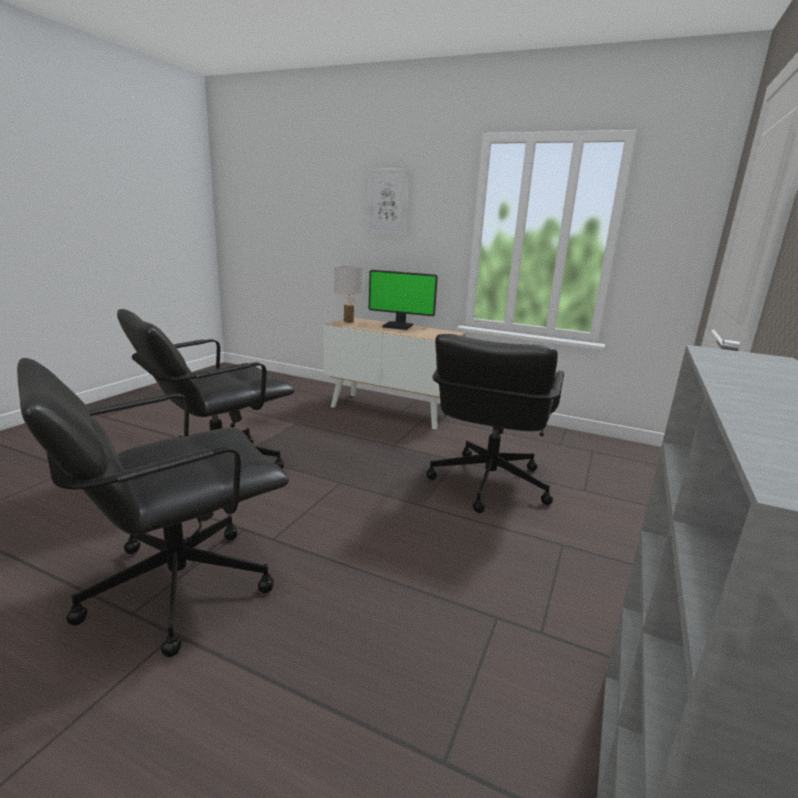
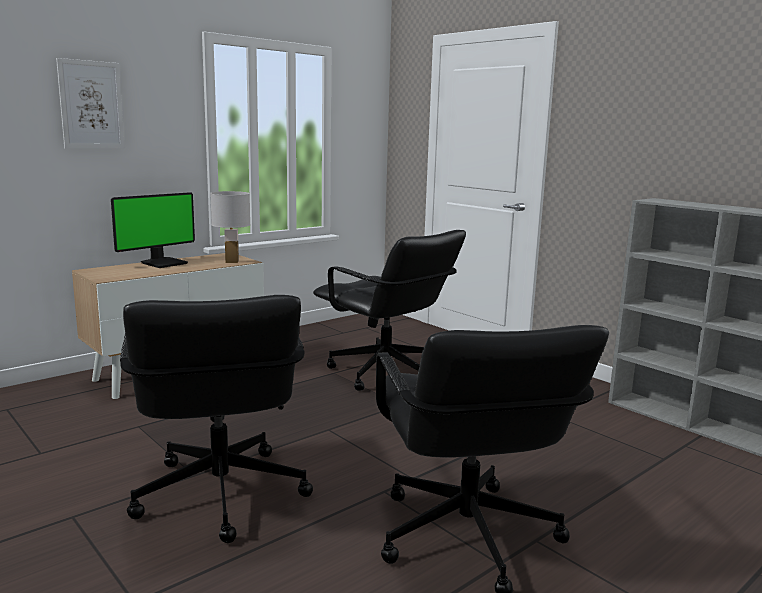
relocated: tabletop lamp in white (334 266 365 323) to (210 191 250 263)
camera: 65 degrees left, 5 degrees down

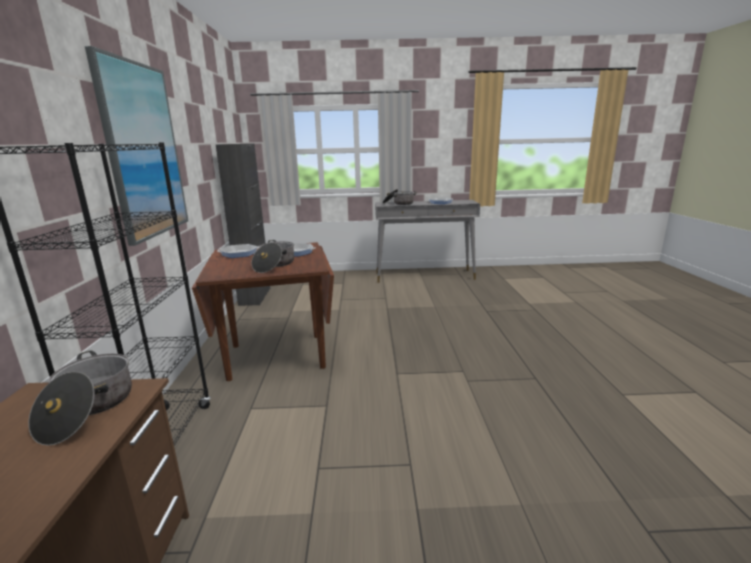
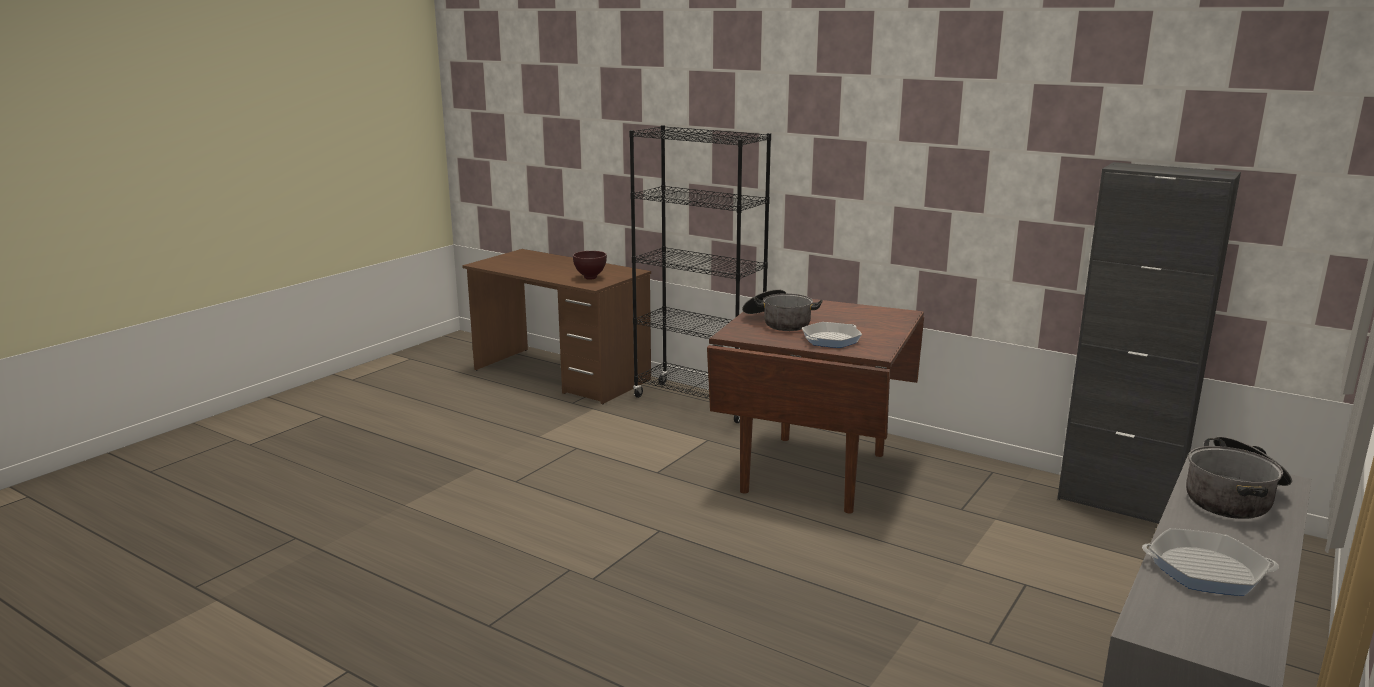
missing: wall art (85 46 188 246); frying pan (217 244 259 258)
exchanged: saucepot (28 350 132 446) to bowl in brown (573 251 607 280)
camera: 125 degrees right, 0 degrees up

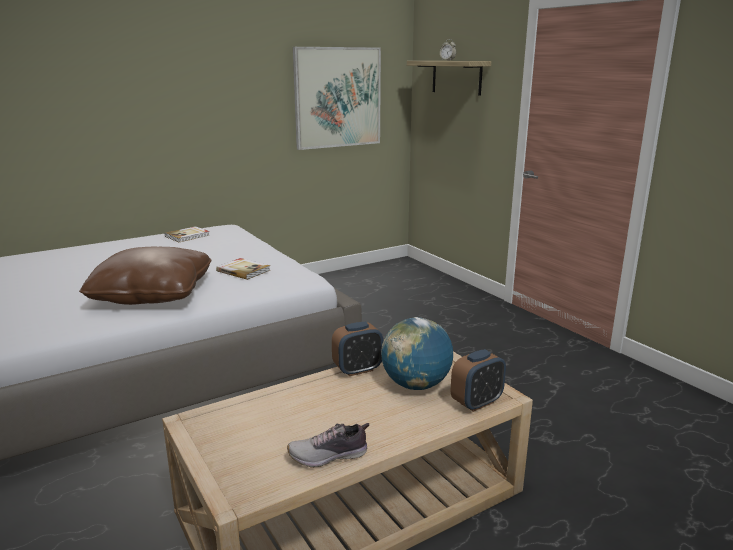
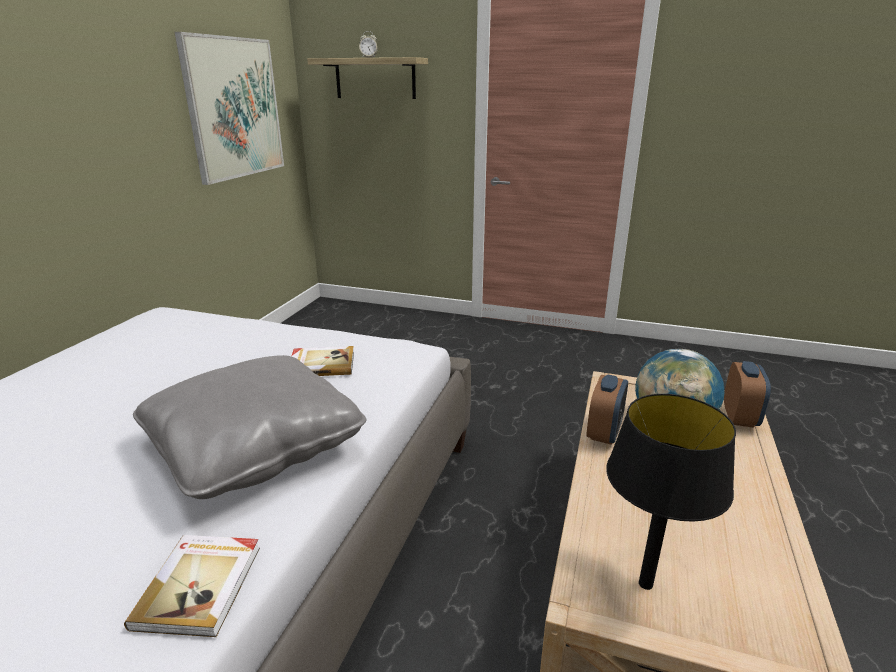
missing: shoe (287 423 369 468)
appeared: tabletop lamp in black (606 394 736 590)
relocated: book (165 226 210 242) to (124 535 260 637)
colour: cushion in brown (79 247 212 305) to cushion in greyish (133 355 366 499)
camera: 40 degrees left, 5 degrees up

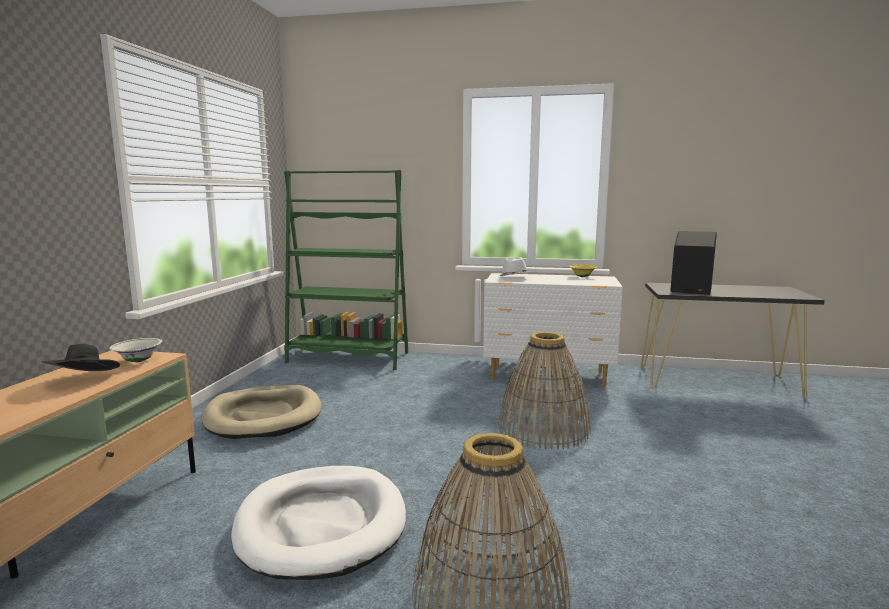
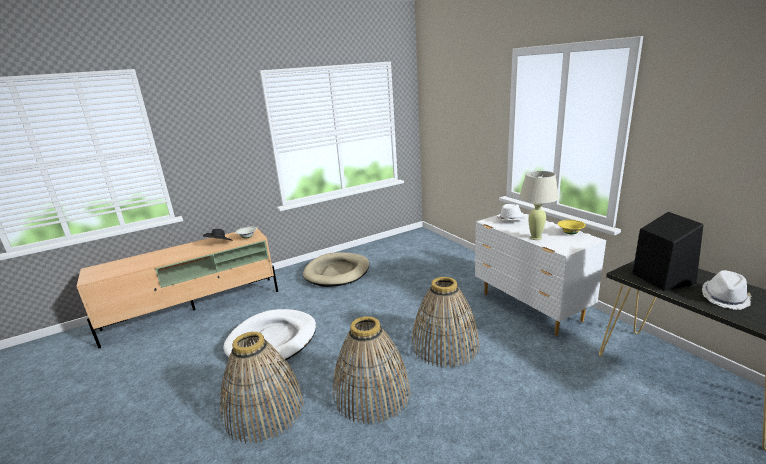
missing: shelving unit in green (284 170 408 370)
appeared: basket (333 316 411 424); tabletop lamp in beige (519 171 559 240); clothing hat in white (702 270 752 310)
camera: 50 degrees right, 10 degrees up

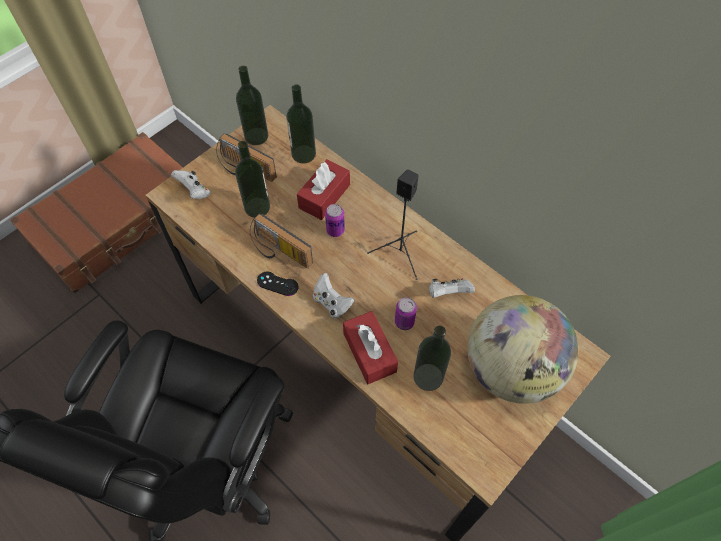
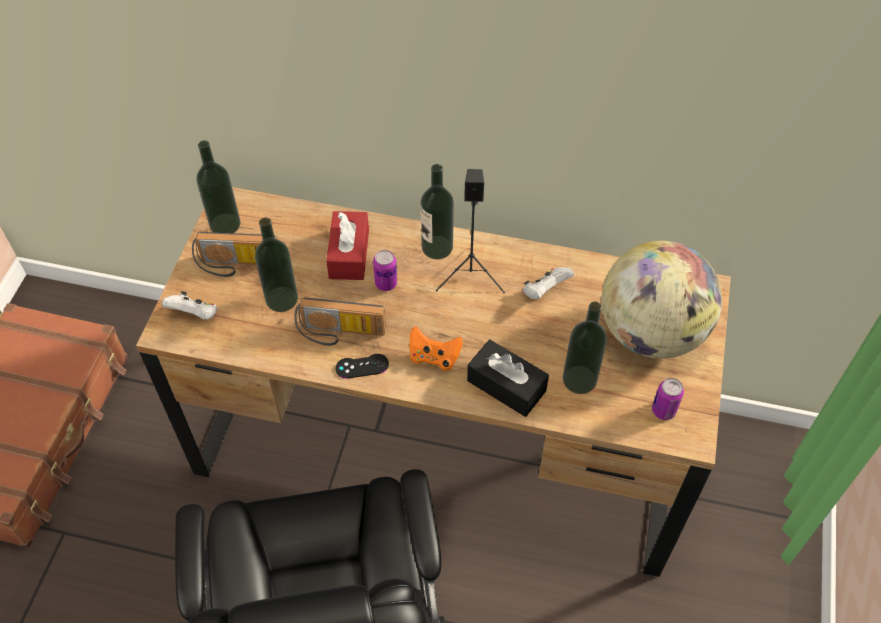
relocated: drink bottle (286 84 316 164) to (421 164 454 259); metal can (395 297 417 330) to (652 378 684 420)
colour: gamepad in white (313 273 354 319) to gamepad in orange (409 326 463 371); tissue box in red-coloured (343 311 398 384) to tissue box in black (467 339 549 417)
camera: 30 degrees left, 5 degrees down

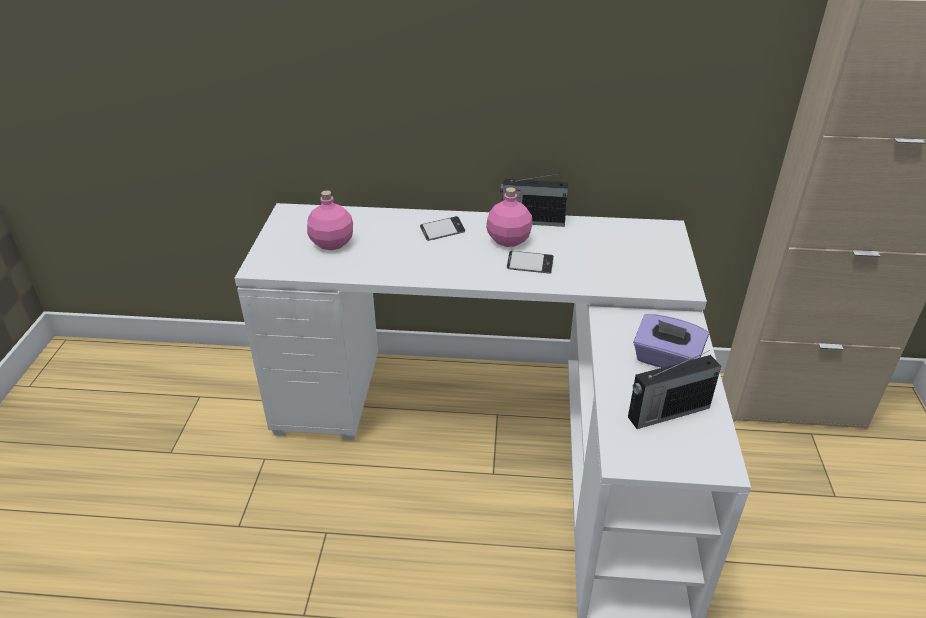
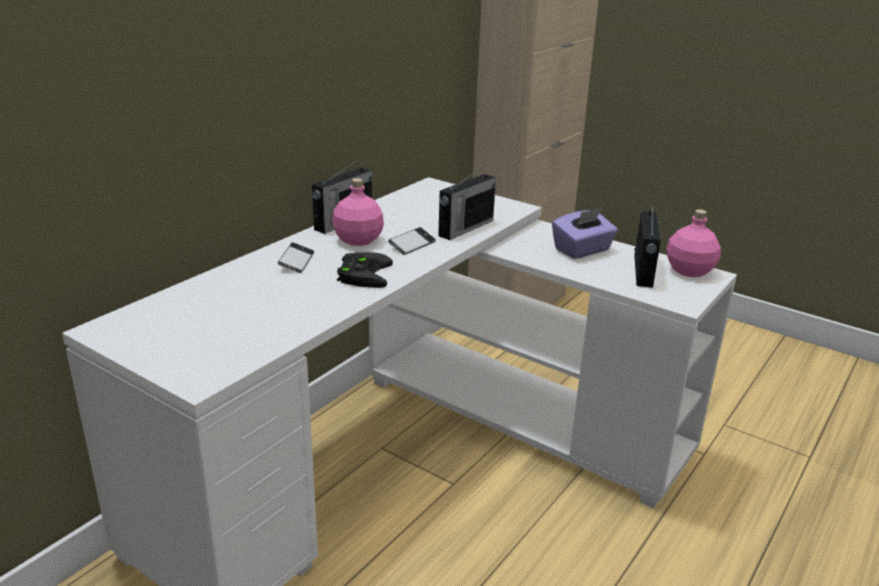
appeared: gamepad in black (337 252 393 288); radio receiver (438 165 496 240)
relocated: drink bottle in pinkish (307 190 353 250) to (667 209 721 277)
camera: 60 degrees left, 10 degrees down

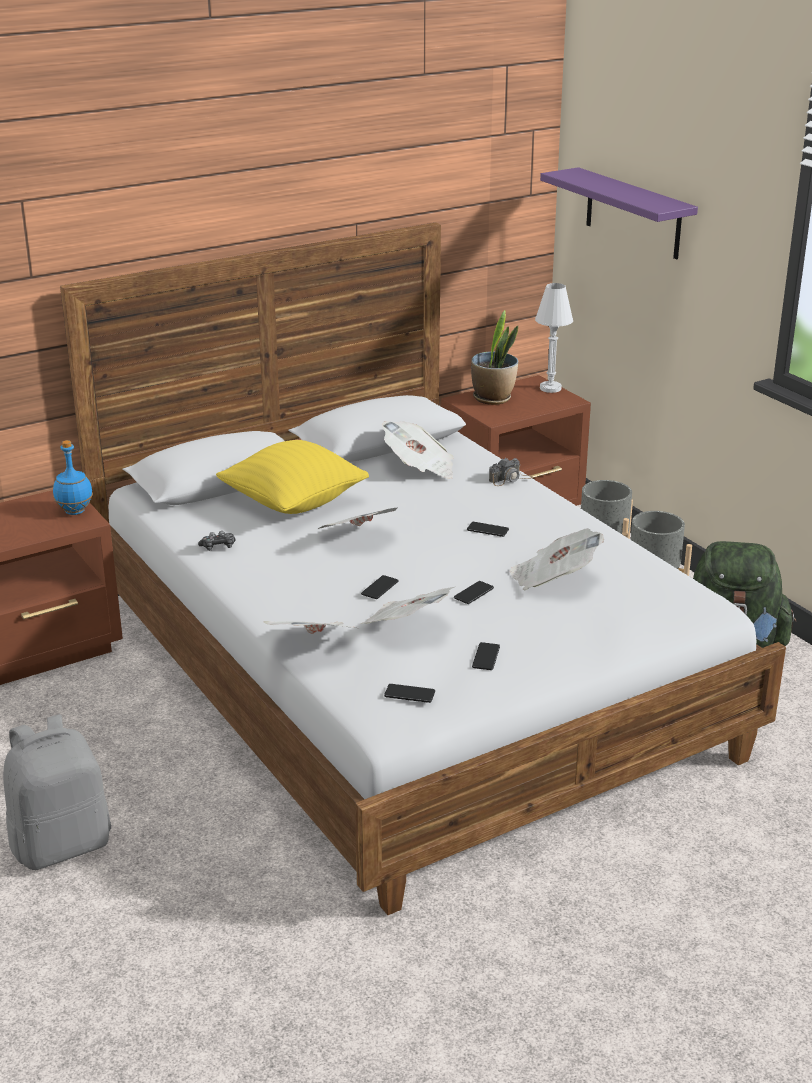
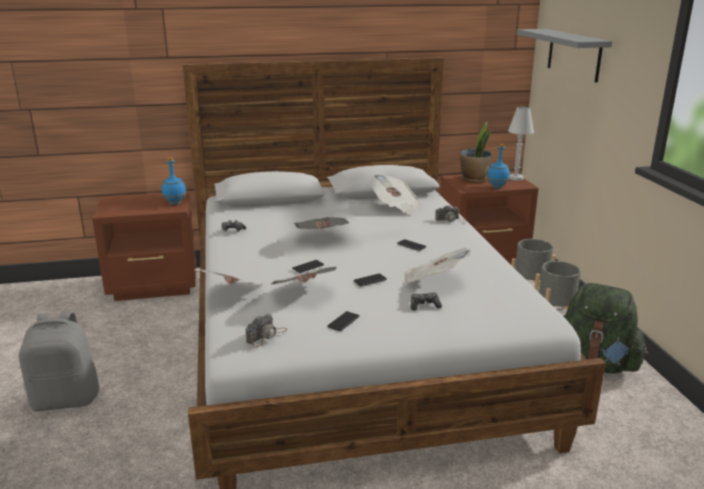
missing: cushion in yellow (216 440 369 514)
appeared: gamepad (411 292 442 311); drink bottle in blue-coloured (487 144 510 188)
exchanged: telephone (384 684 435 703) to photo camera (246 314 287 347)
colour: bracket shelf in purple (540 167 698 259) to bracket shelf in greyish (517 29 612 83)
camera: 20 degrees right, 5 degrees down

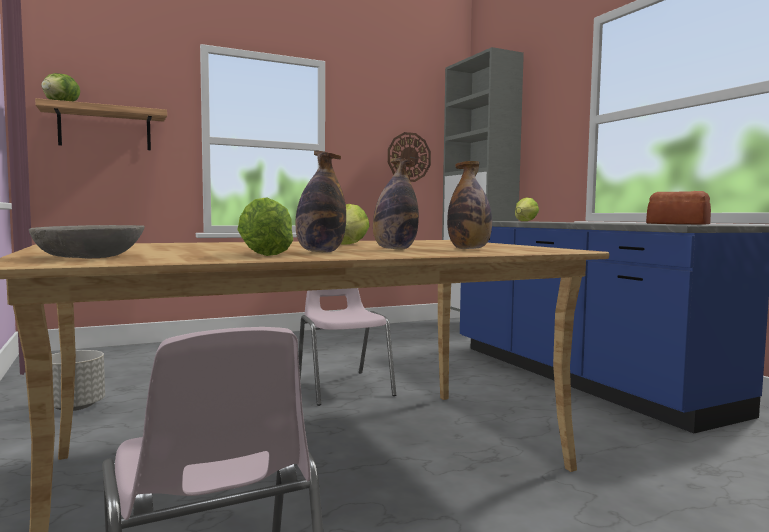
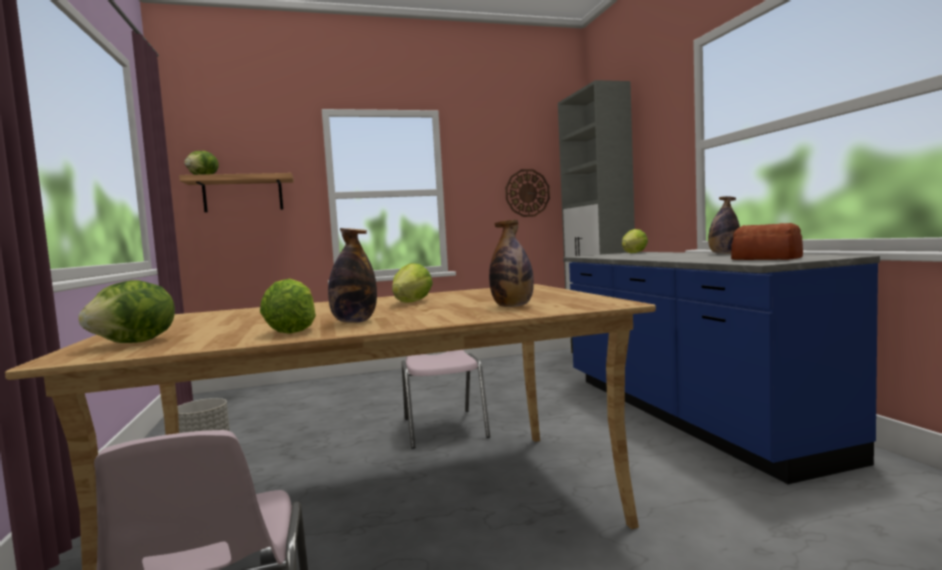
relocated: drink bottle (373 158 419 250) to (708 196 740 254)
exchanged: bowl in greyish (29 225 145 258) to lettuce head (78 280 175 343)
camera: 10 degrees right, 0 degrees up

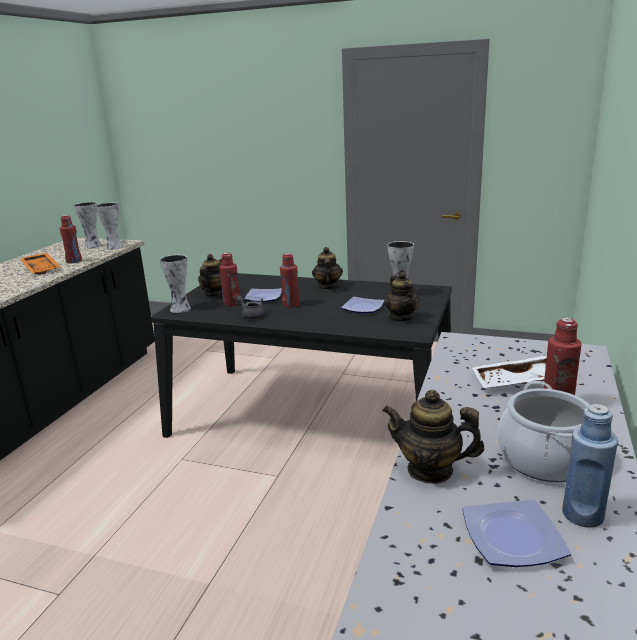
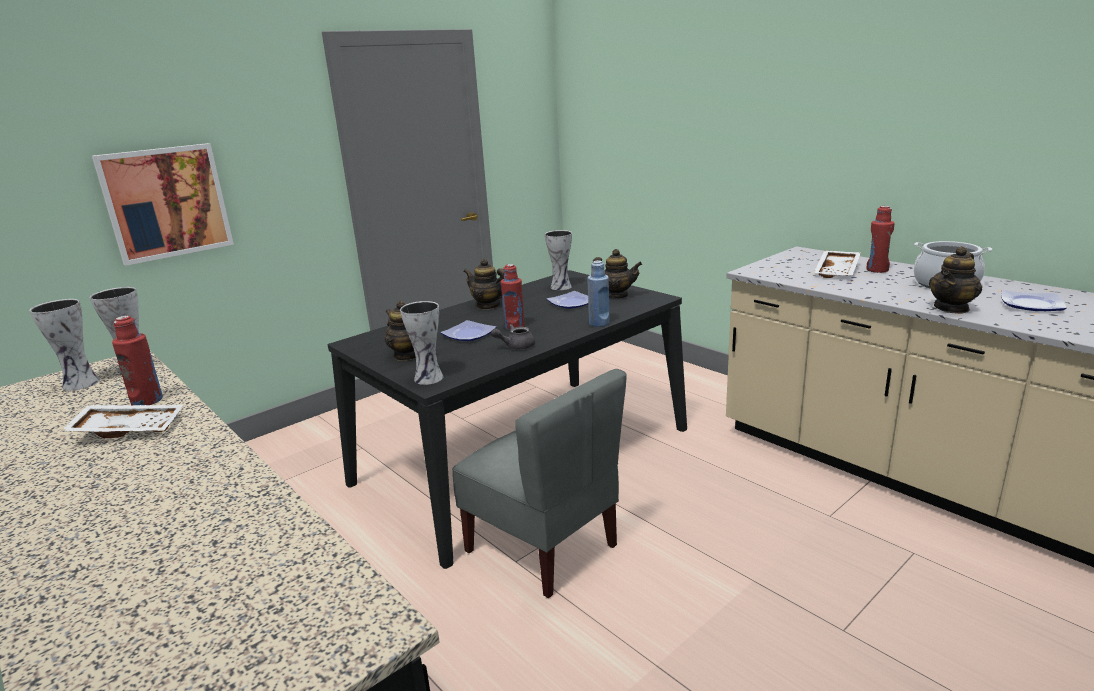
missing: drink bottle in red-coloured (219 252 240 306)
appeared: wall art (92 143 234 266); upright chair in greyish (452 369 627 598)
relocated: drink bottle in blue-coloured (562 404 618 528) to (587 260 610 327)
colour: carrying tray in orange (20 253 60 275) to carrying tray in white (61 405 183 438)
camera: 60 degrees left, 0 degrees up

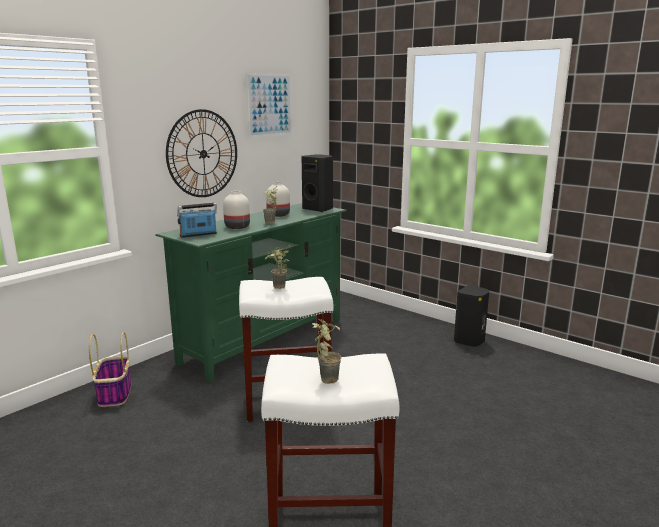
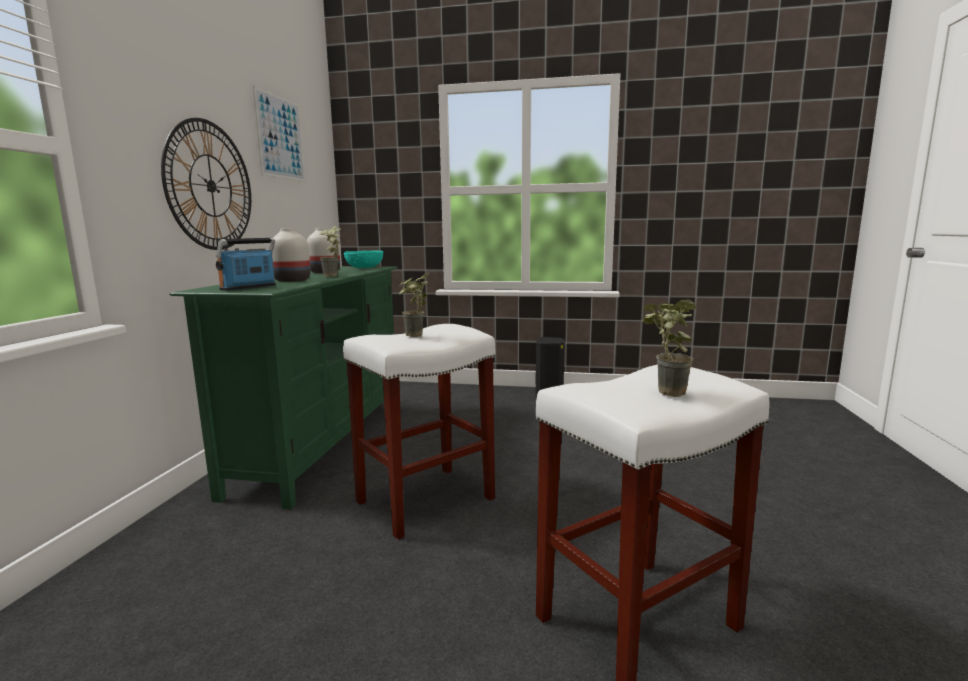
missing: basket (89 332 131 407)
exchanged: audio speaker in black (302 155 333 212) to bowl in turquoise (344 250 384 268)
camera: 30 degrees left, 5 degrees down

